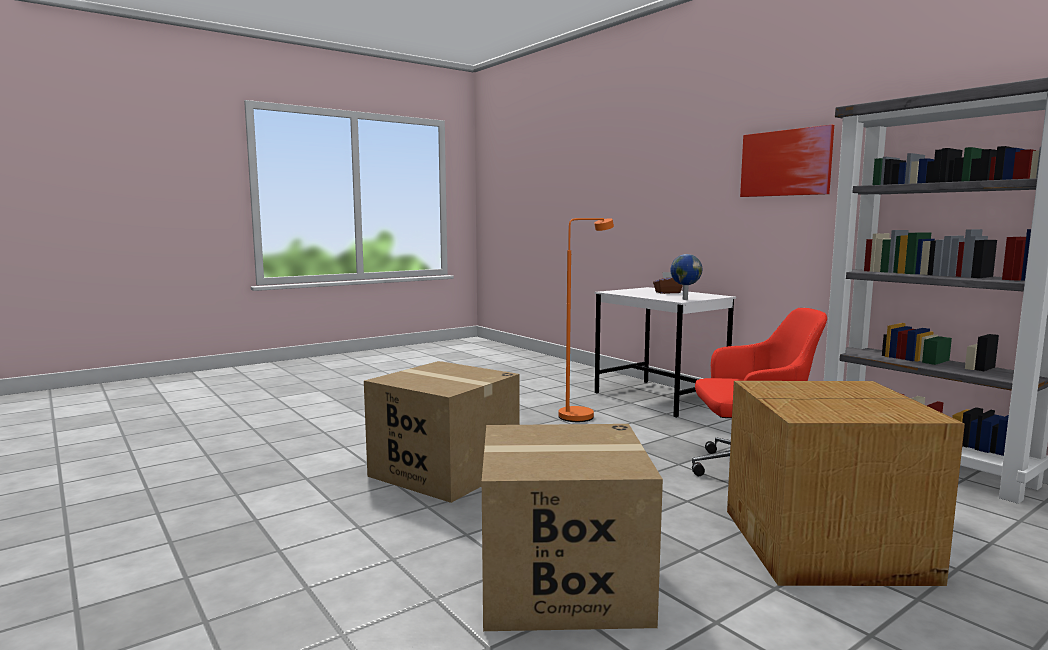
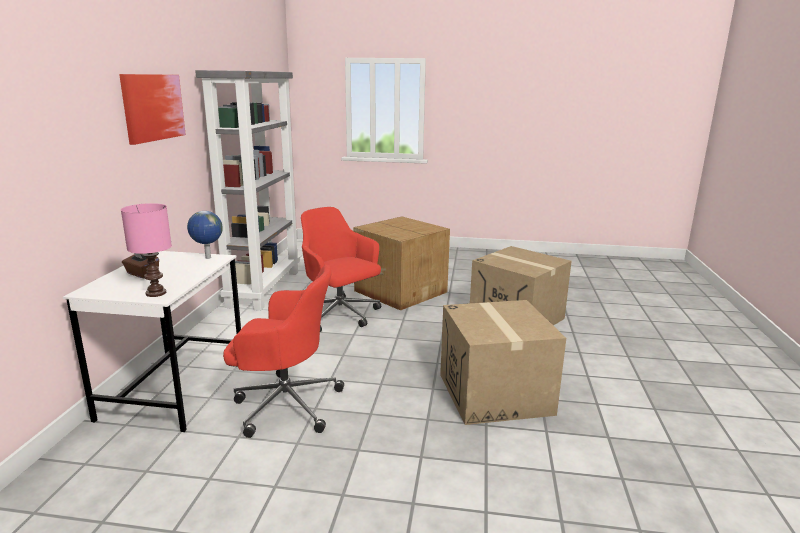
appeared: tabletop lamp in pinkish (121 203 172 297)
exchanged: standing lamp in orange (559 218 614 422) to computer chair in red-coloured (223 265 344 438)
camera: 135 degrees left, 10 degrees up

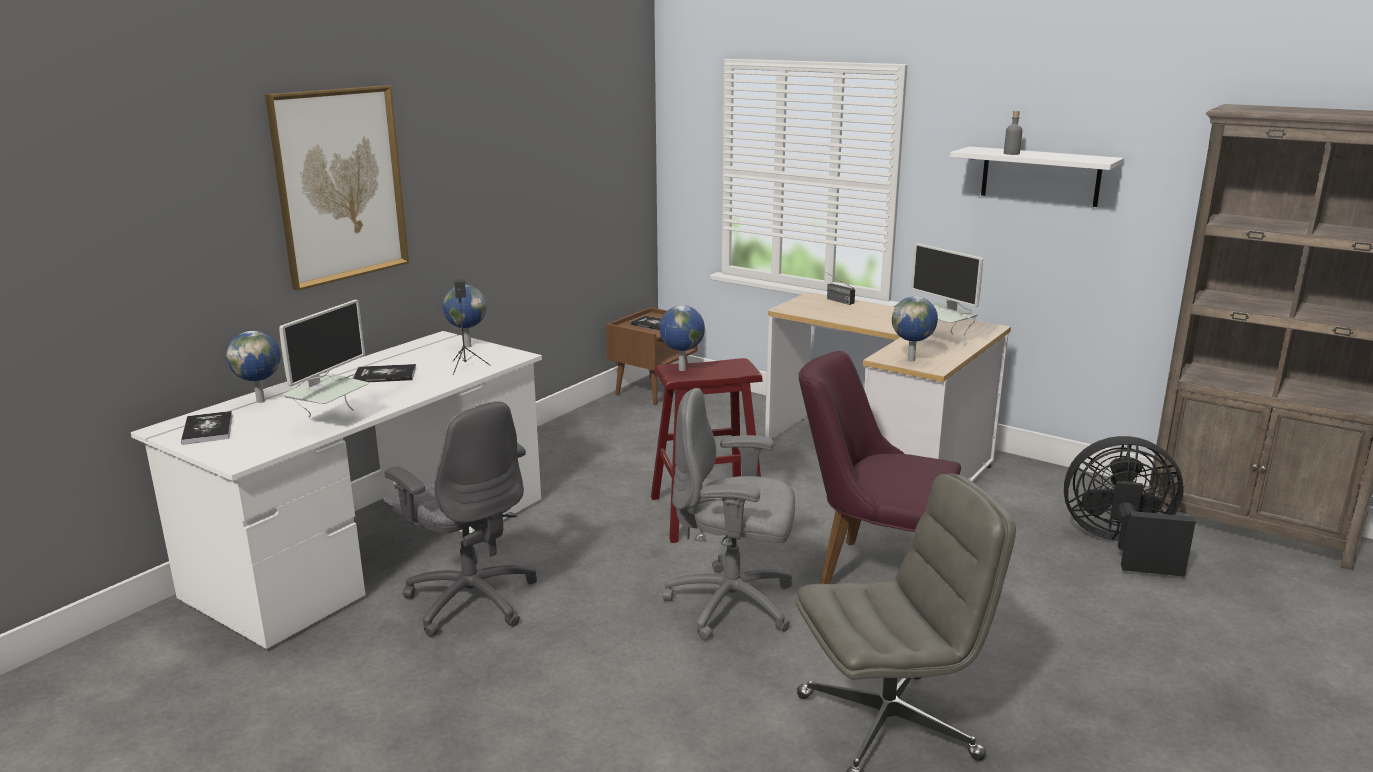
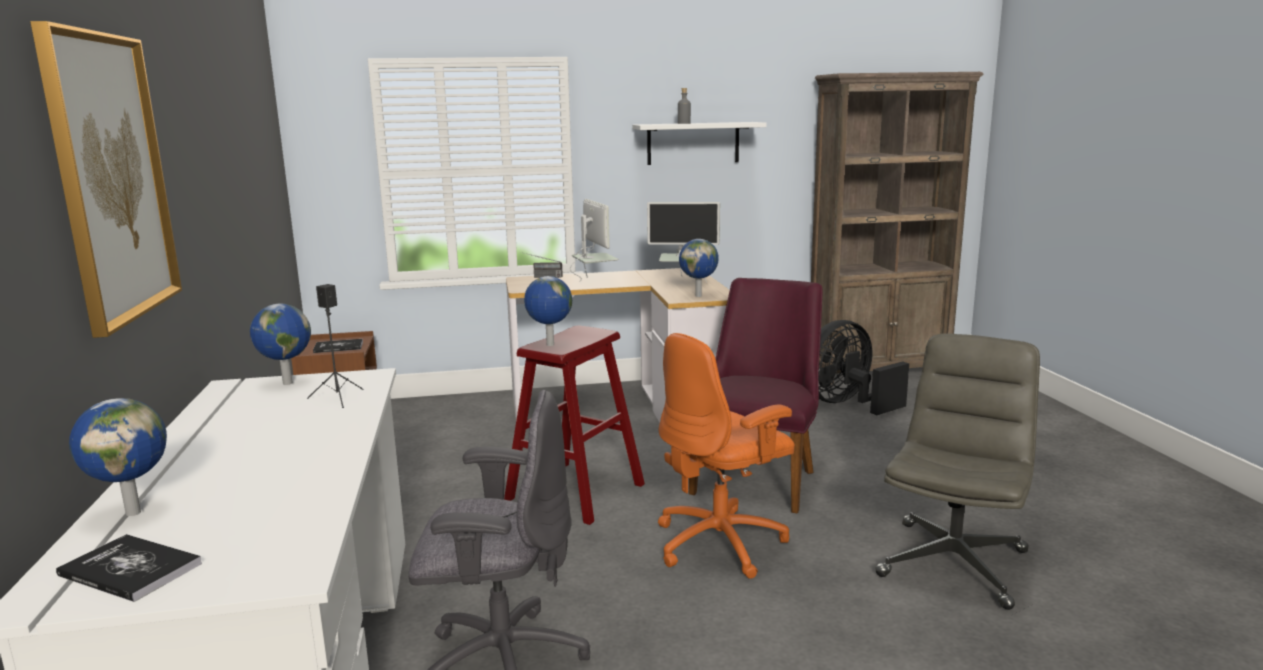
missing: book (353 364 416 382)
relocated: computer display (279 300 368 417) to (570 199 619 282)
colour: computer chair in greyish (663 388 795 640) to computer chair in orange (658 333 795 579)
spun: upright chair in purple (799 351 961 584) = (689 278 823 514) 135 degrees clockwise
camera: 45 degrees left, 5 degrees down

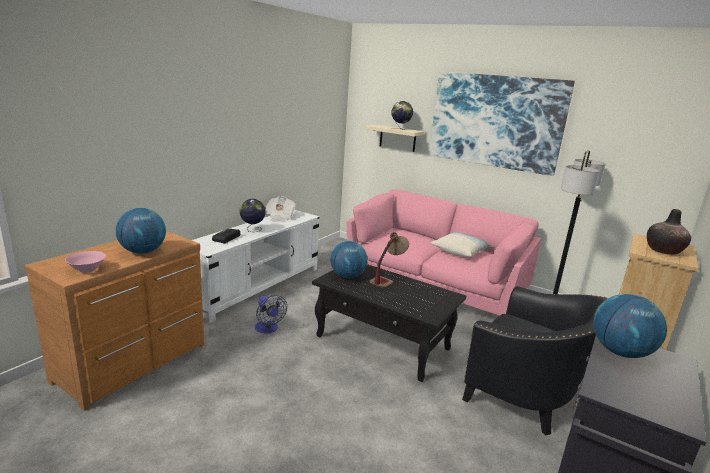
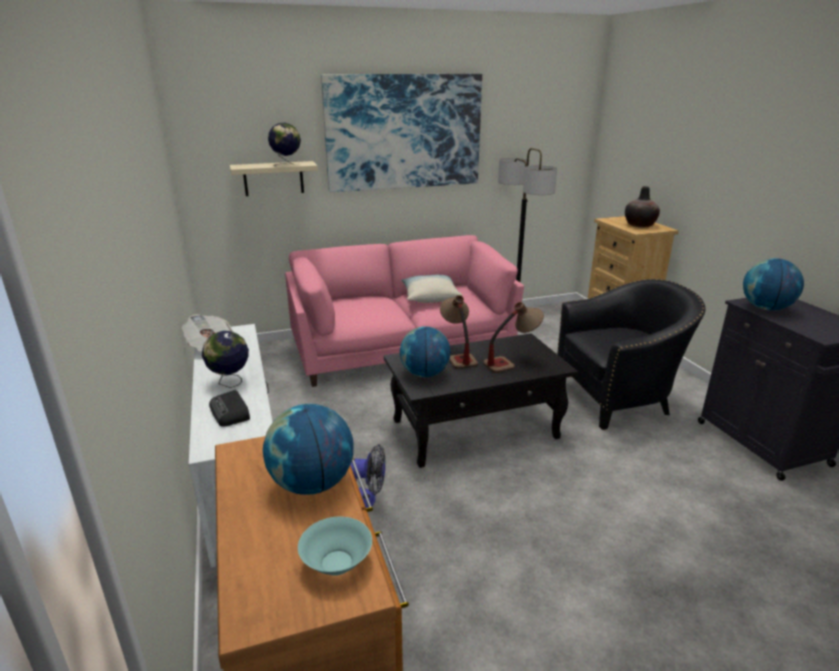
appeared: tabletop lamp (483 302 544 373)
colour: bowl in pinkish (65 251 106 273) to bowl in turquoise (298 517 372 576)
camera: 50 degrees left, 5 degrees up

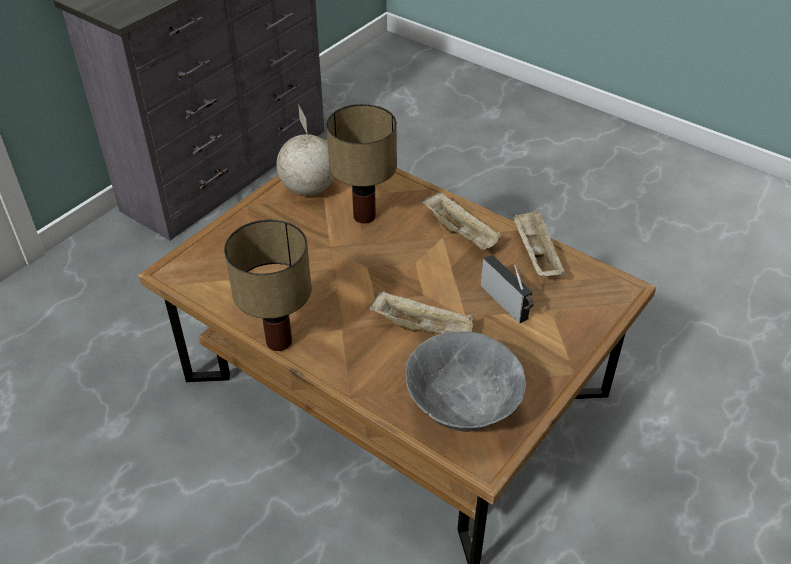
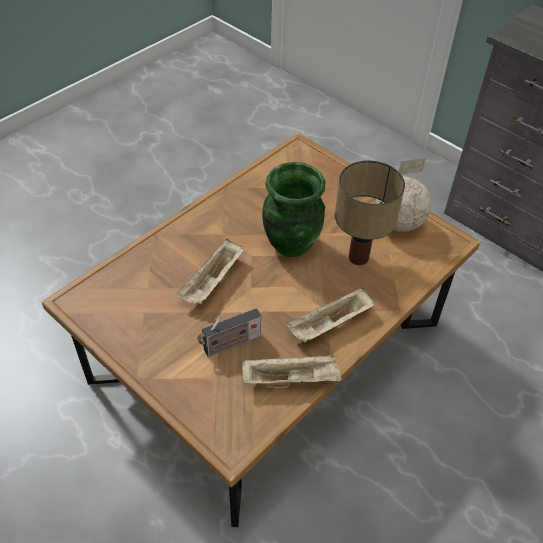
missing: tabletop lamp (224 219 312 351); bowl in greyish (405 331 526 432)
appeared: vase in green (262 162 325 257)
camera: 95 degrees right, 5 degrees up

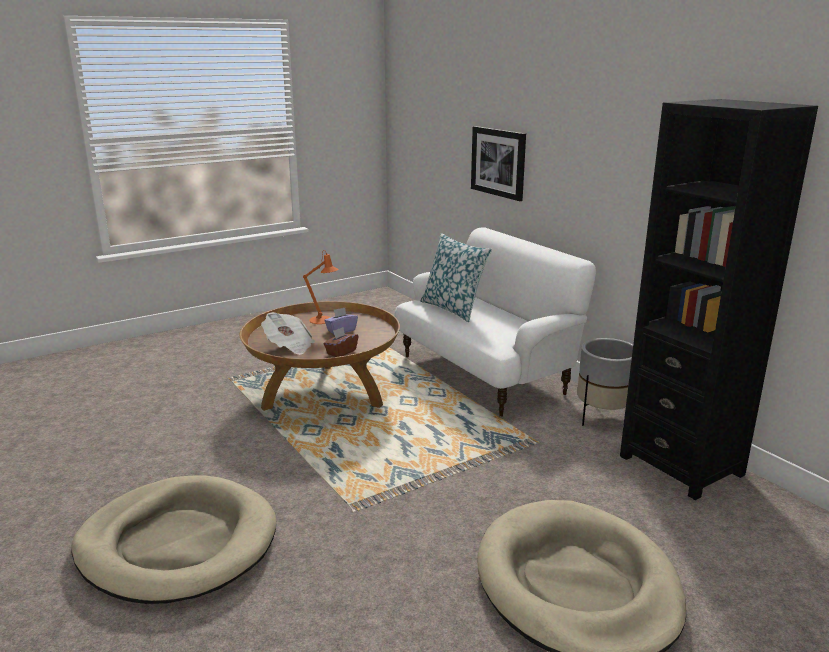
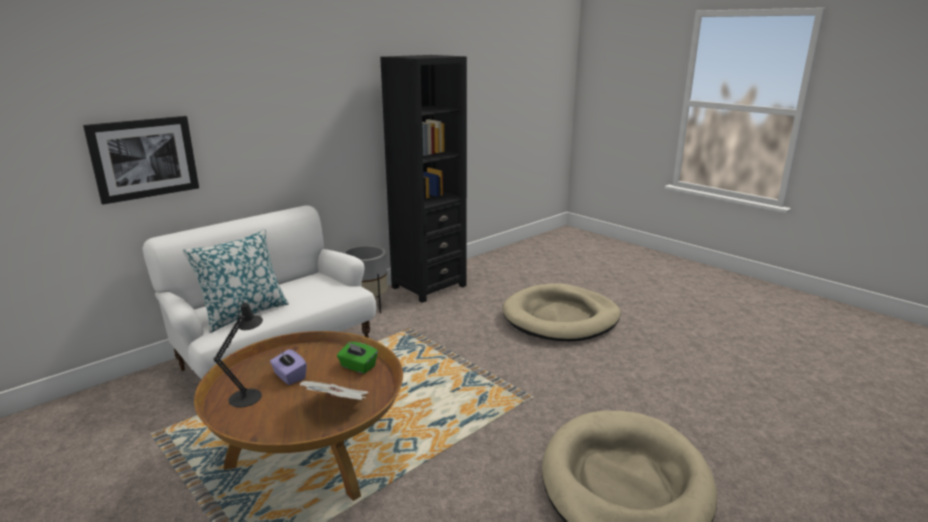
colour: tabletop lamp in orange (303 251 339 324) to tabletop lamp in black (214 300 263 407); tissue box in brown (323 327 358 357) to tissue box in green (337 342 378 374)
camera: 100 degrees left, 0 degrees up

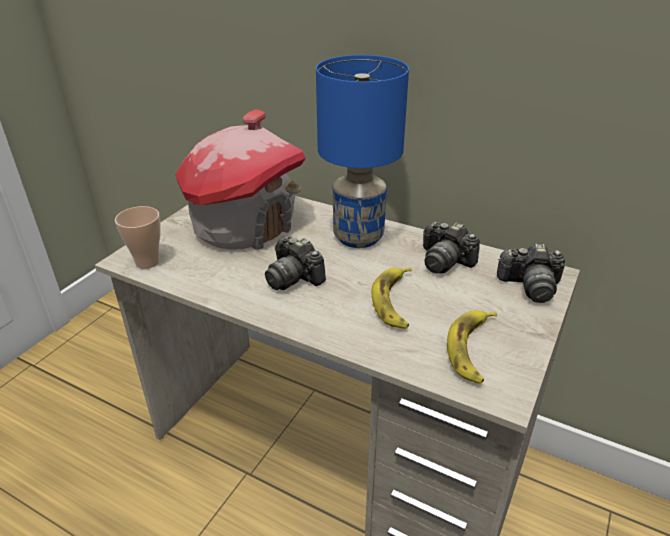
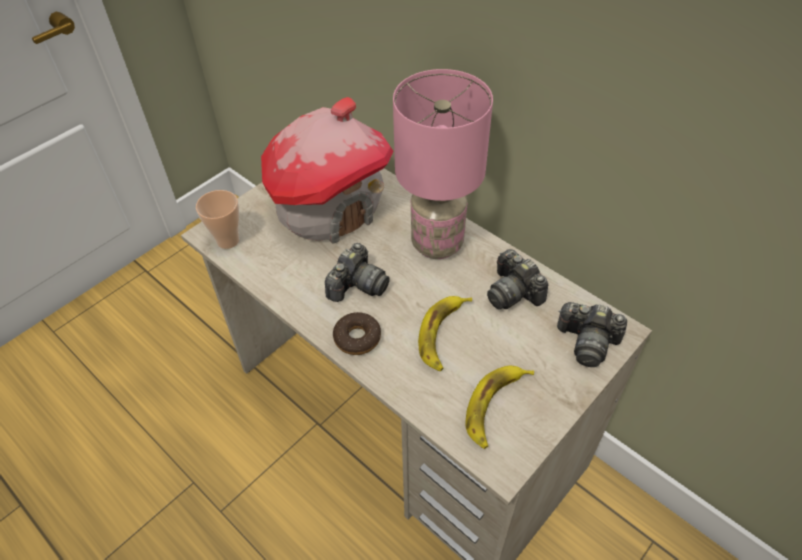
appeared: doughnut (333 312 381 355)
colour: tabletop lamp in blue-coloured (316 55 409 248) to tabletop lamp in pinkish (393 69 493 259)
spun: photo camera (265 235 326 290) = (325 243 389 302) 120 degrees counterclockwise
camera: 15 degrees right, 15 degrees up

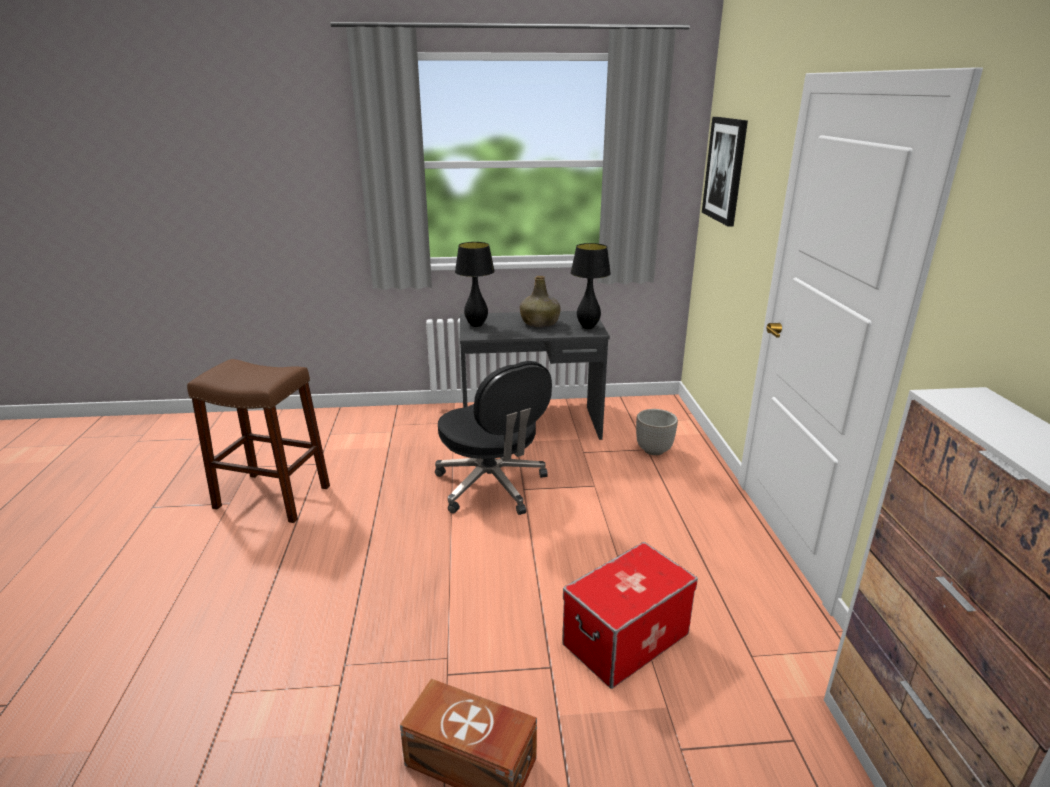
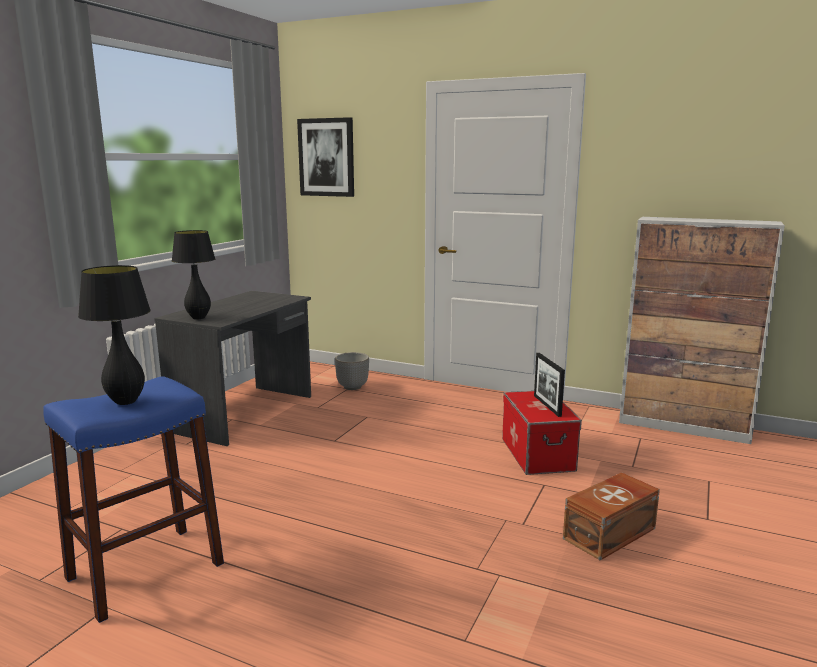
missing: computer chair in black (435 361 552 515); drink bottle in green (520 276 560 327)
appeared: standing frame (534 353 565 417)
relocated: tabletop lamp in black (571 243 611 329) to (78 265 151 405)
colour: stool seat in brown (187 359 330 523) to stool seat in blue-coloured (43 376 224 623)
camera: 60 degrees left, 10 degrees down

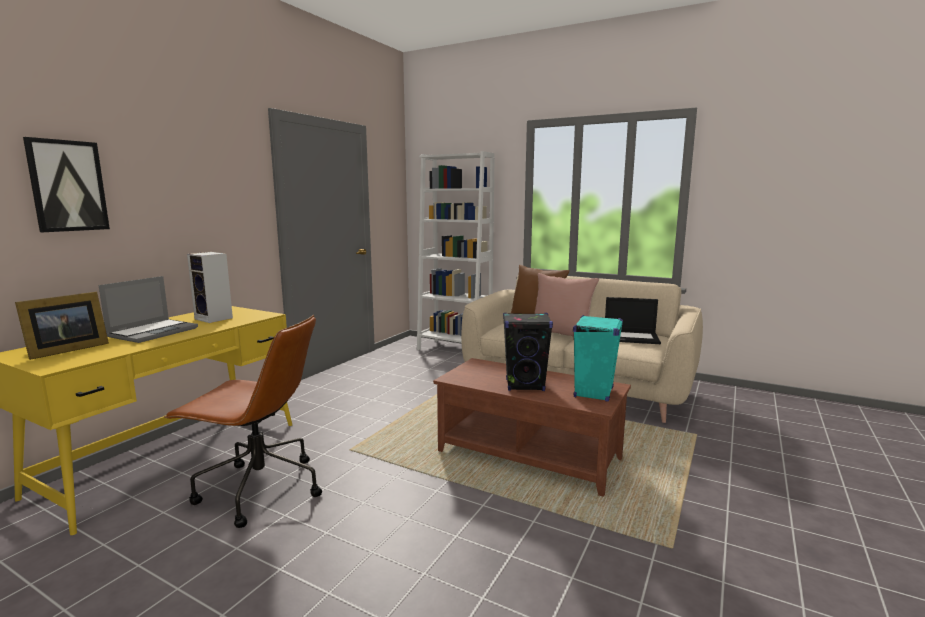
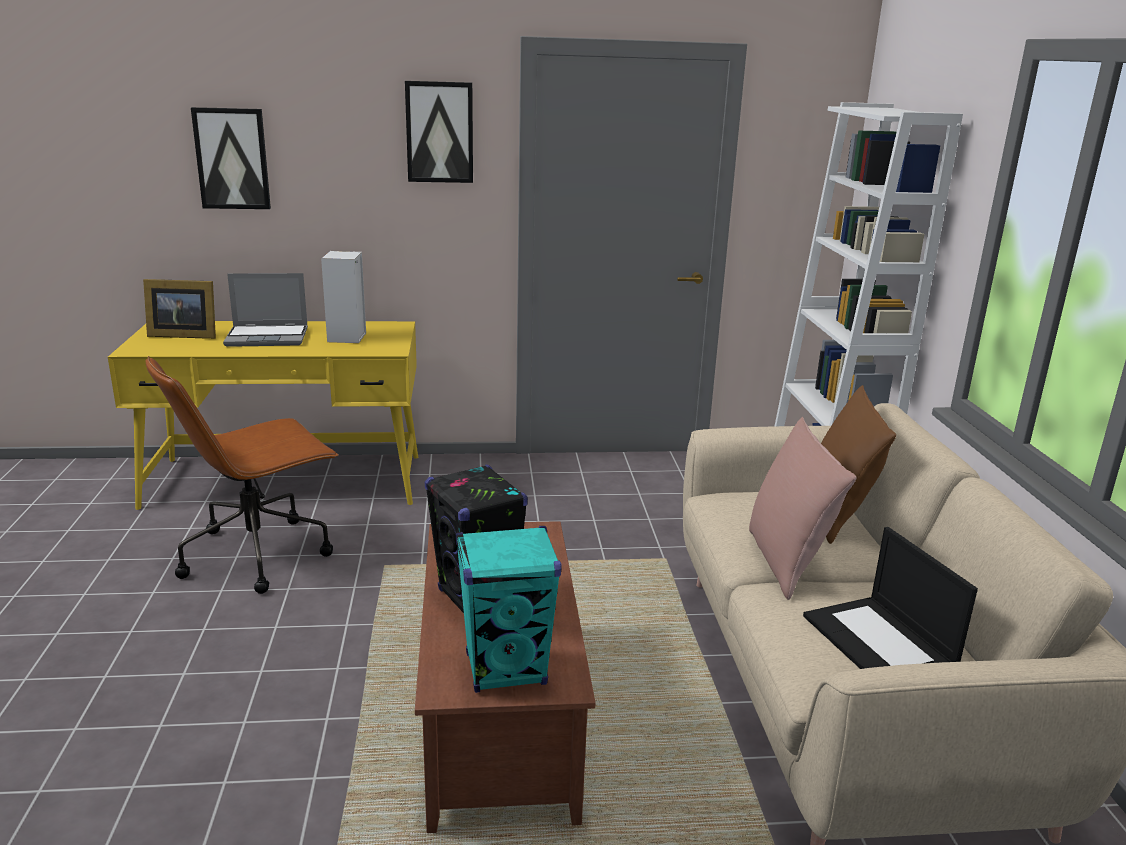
appeared: wall art (405 81 473 183)
spun: computer chair in brown (164 315 322 528) = (146 356 338 594) 75 degrees clockwise
camera: 55 degrees right, 10 degrees up

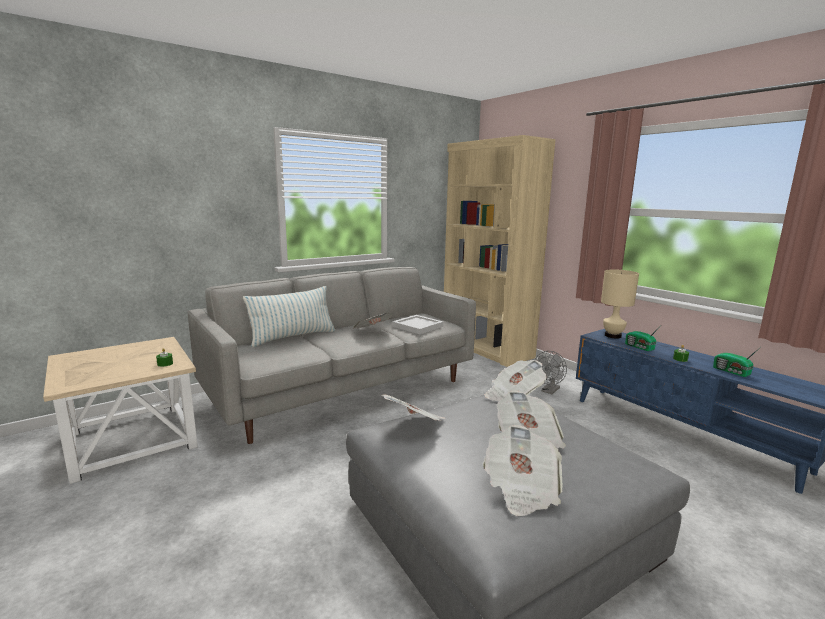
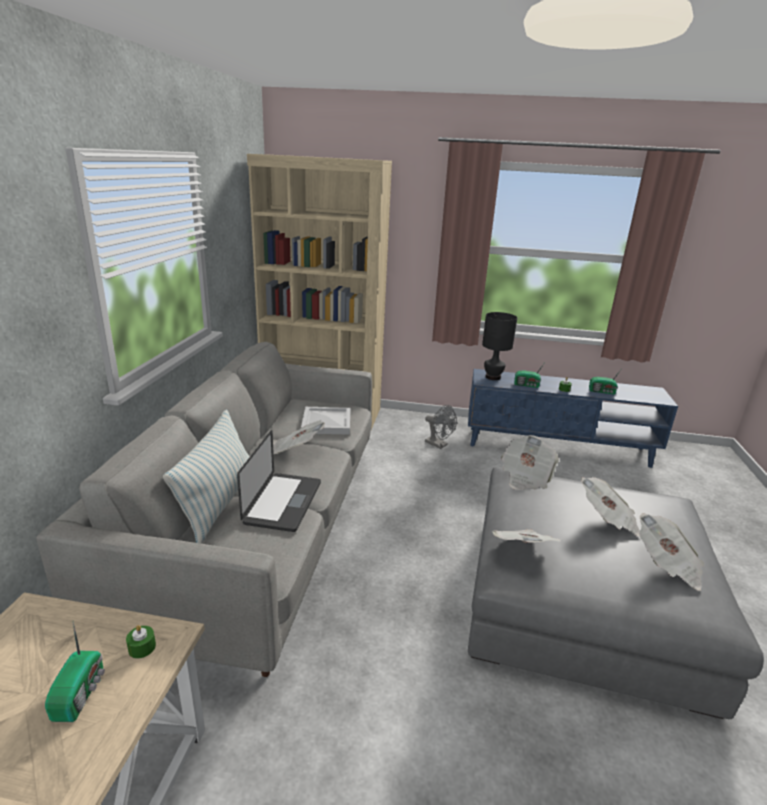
appeared: radio receiver (45 622 105 722); laptop (237 430 321 532)
colour: tabletop lamp in beige (601 270 639 339) to tabletop lamp in black (482 312 517 380)
spun: fan in greyish (535 351 567 394) = (425 405 457 449) 45 degrees counterclockwise
camera: 45 degrees left, 10 degrees up

